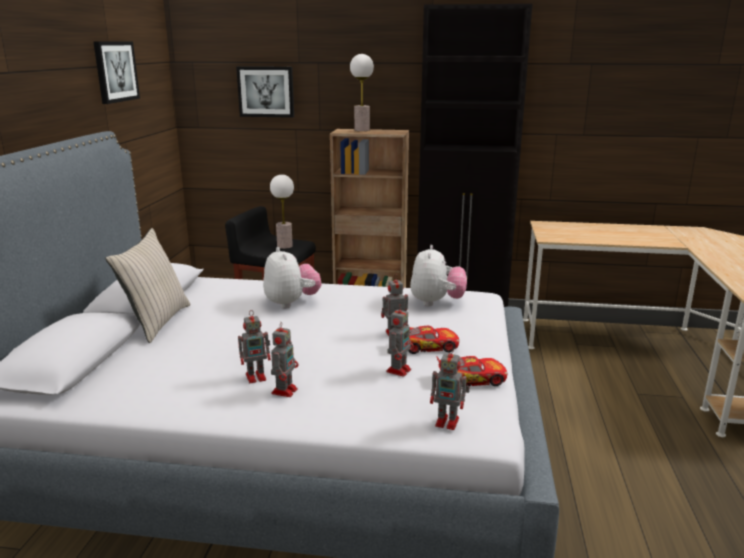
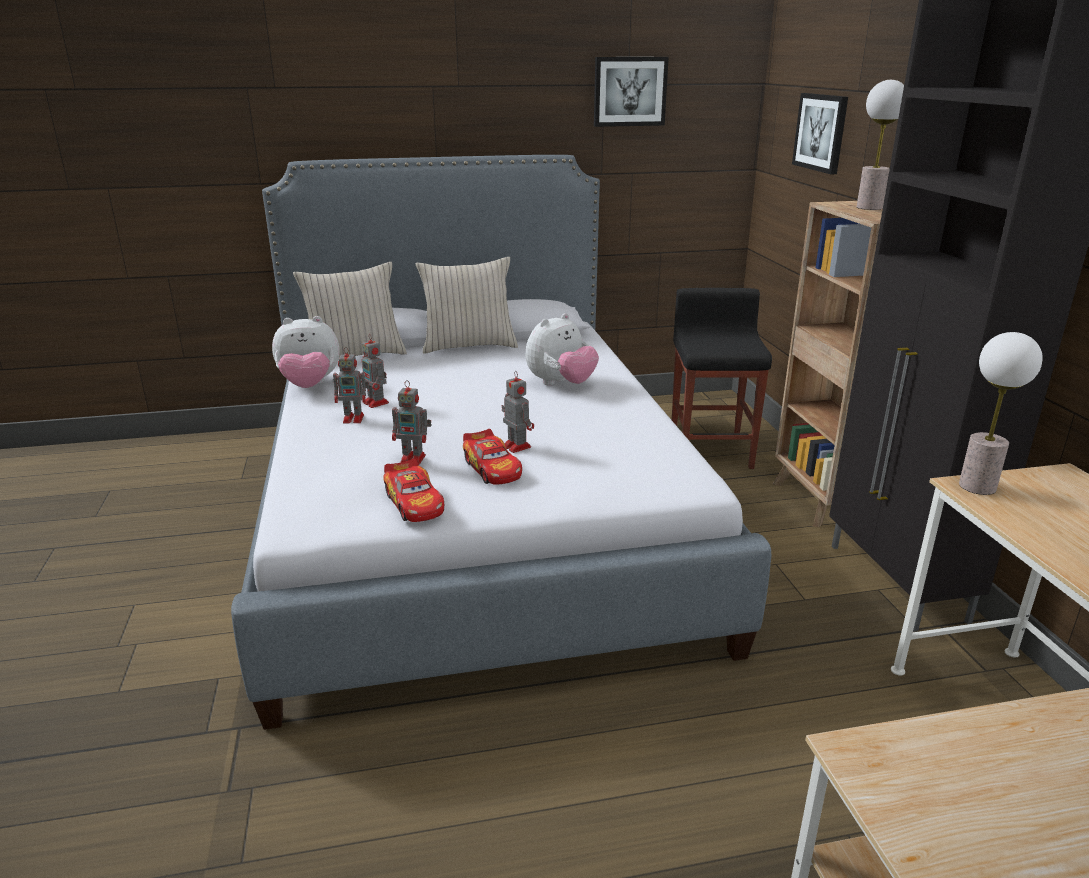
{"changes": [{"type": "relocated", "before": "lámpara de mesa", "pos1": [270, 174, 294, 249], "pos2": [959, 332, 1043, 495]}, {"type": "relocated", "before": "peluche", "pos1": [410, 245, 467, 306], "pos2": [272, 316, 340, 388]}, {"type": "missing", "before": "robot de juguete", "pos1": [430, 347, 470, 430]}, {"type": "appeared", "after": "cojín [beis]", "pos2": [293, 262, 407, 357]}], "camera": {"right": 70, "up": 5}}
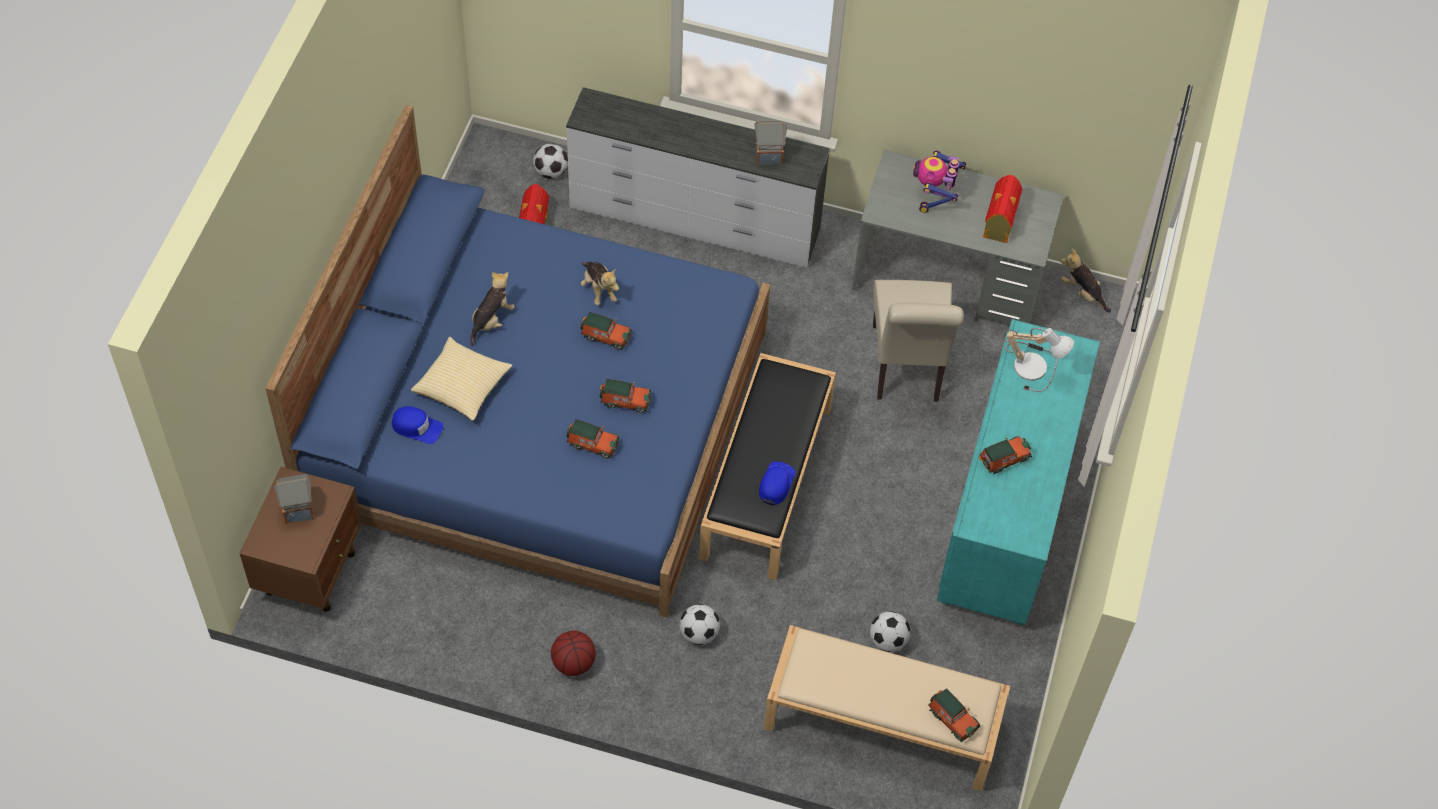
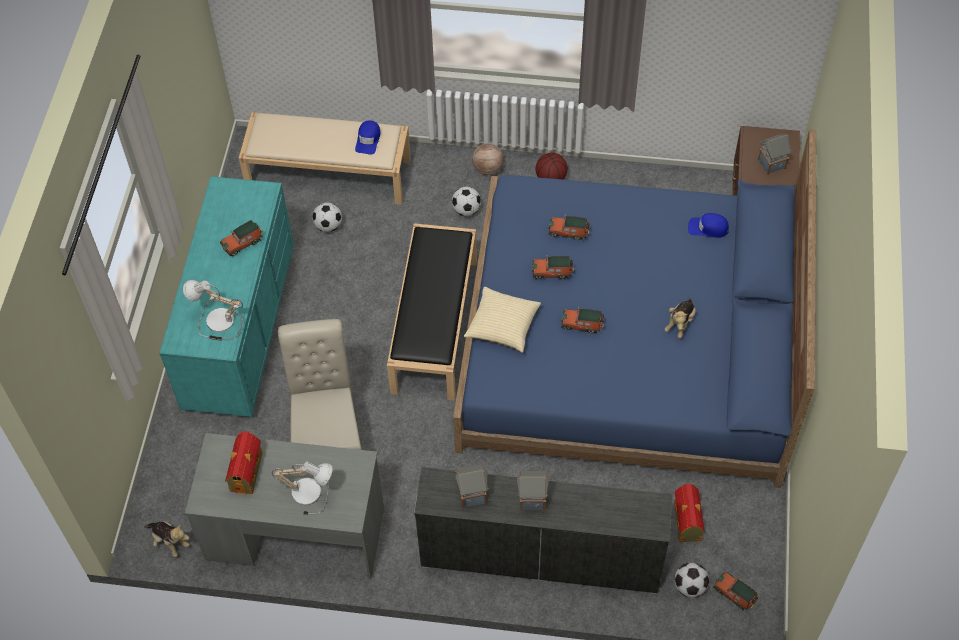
{"changes": [{"type": "relocated", "before": "cojín", "pos1": [411, 337, 512, 421], "pos2": [464, 287, 541, 353]}, {"type": "missing", "before": "peluche", "pos1": [581, 262, 619, 305]}, {"type": "relocated", "before": "gorra [azul]", "pos1": [759, 462, 795, 505], "pos2": [355, 120, 380, 155]}, {"type": "exchanged", "before": "robot de juguete", "after": "lámpara de mesa", "pos1": [913, 150, 966, 213], "pos2": [271, 462, 333, 516]}, {"type": "relocated", "before": "coche de juguete", "pos1": [928, 688, 981, 742], "pos2": [713, 572, 758, 610]}, {"type": "appeared", "after": "balón de baloncesto", "pos2": [472, 143, 504, 175]}, {"type": "appeared", "after": "casita", "pos2": [517, 471, 549, 510]}], "camera": {"right": 175, "up": 0}}
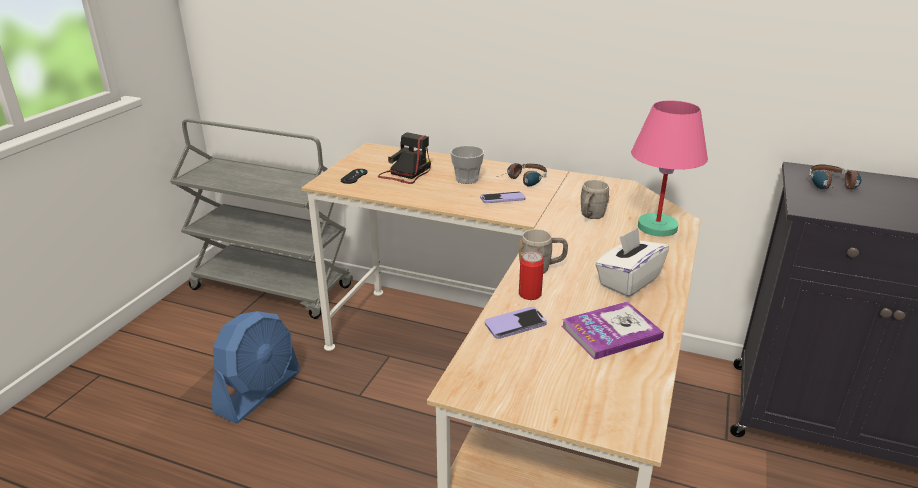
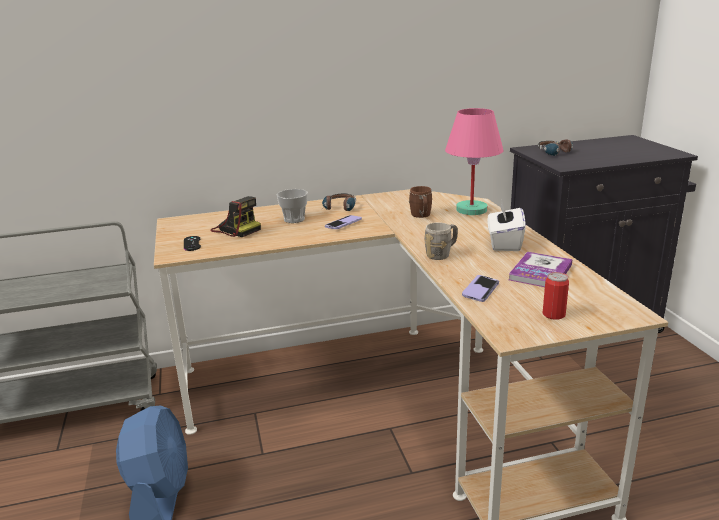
{"changes": [{"type": "spun", "before": "cámara", "pos1": [378, 132, 431, 184], "pos2": [211, 196, 261, 237], "turn": 135}, {"type": "relocated", "before": "lata", "pos1": [519, 251, 544, 300], "pos2": [543, 272, 569, 320]}, {"type": "colour", "before": "taza grande [gris]", "after": "taza grande [marrón]", "pos1": [581, 180, 610, 219], "pos2": [409, 186, 432, 218]}], "camera": {"right": -35, "up": -5}}
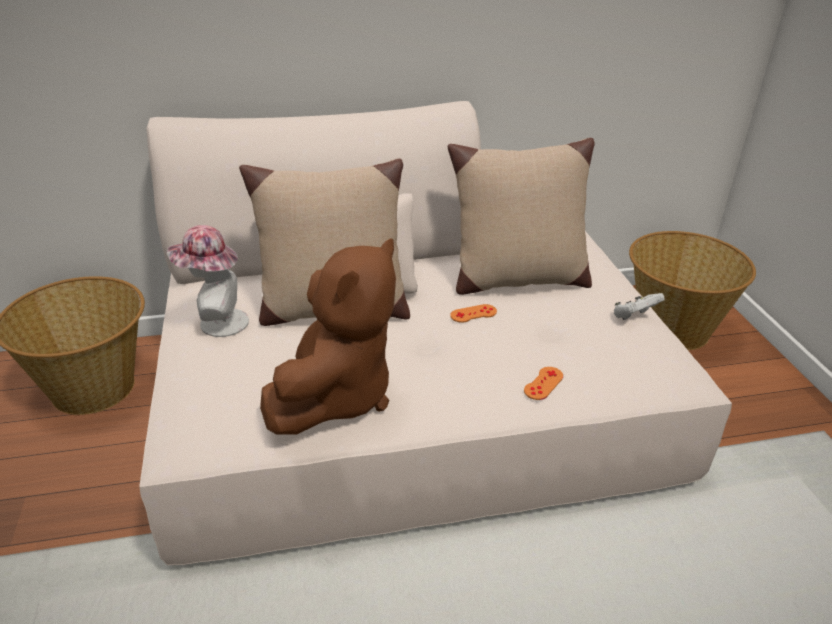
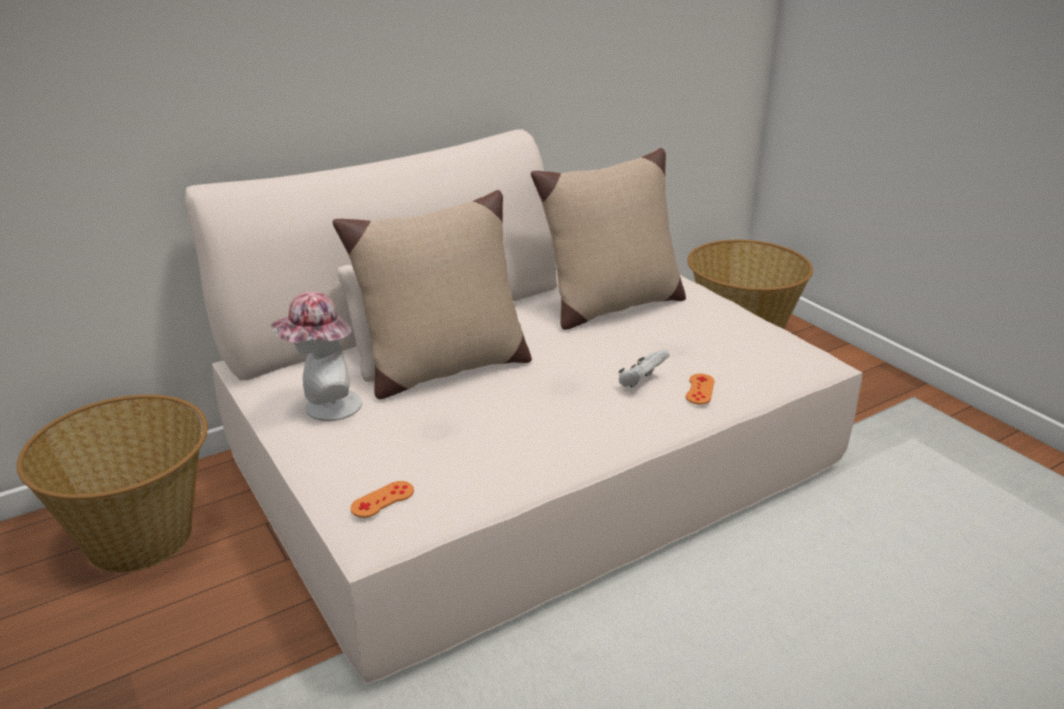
{"changes": [{"type": "missing", "before": "peluche [marrón]", "pos1": [260, 238, 396, 435]}, {"type": "relocated", "before": "mando de consola [naranja]", "pos1": [450, 304, 497, 323], "pos2": [350, 481, 414, 518]}, {"type": "relocated", "before": "mando de consola [blanco]", "pos1": [613, 293, 665, 320], "pos2": [618, 349, 670, 388]}], "camera": {"right": -20, "up": -5}}
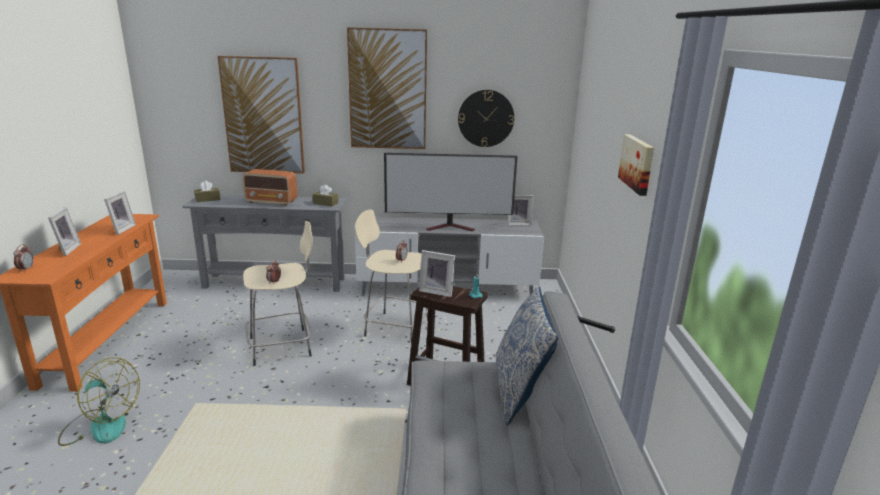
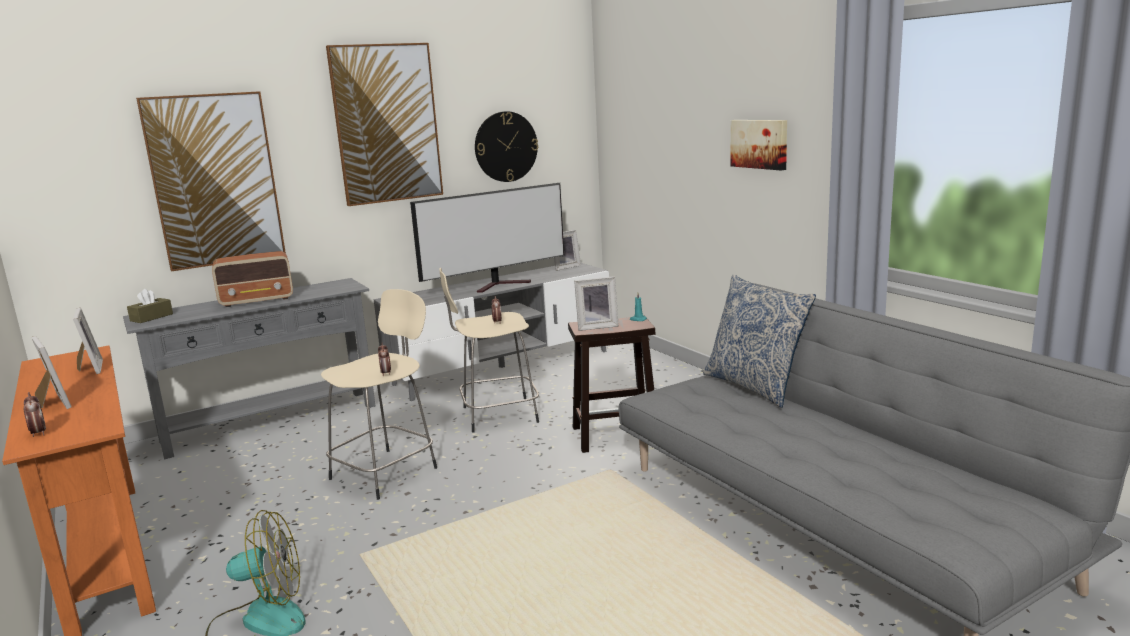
{"changes": [{"type": "missing", "before": "caja de pañuelos [marrón]", "pos1": [312, 185, 338, 206]}], "camera": {"right": -30, "up": -5}}
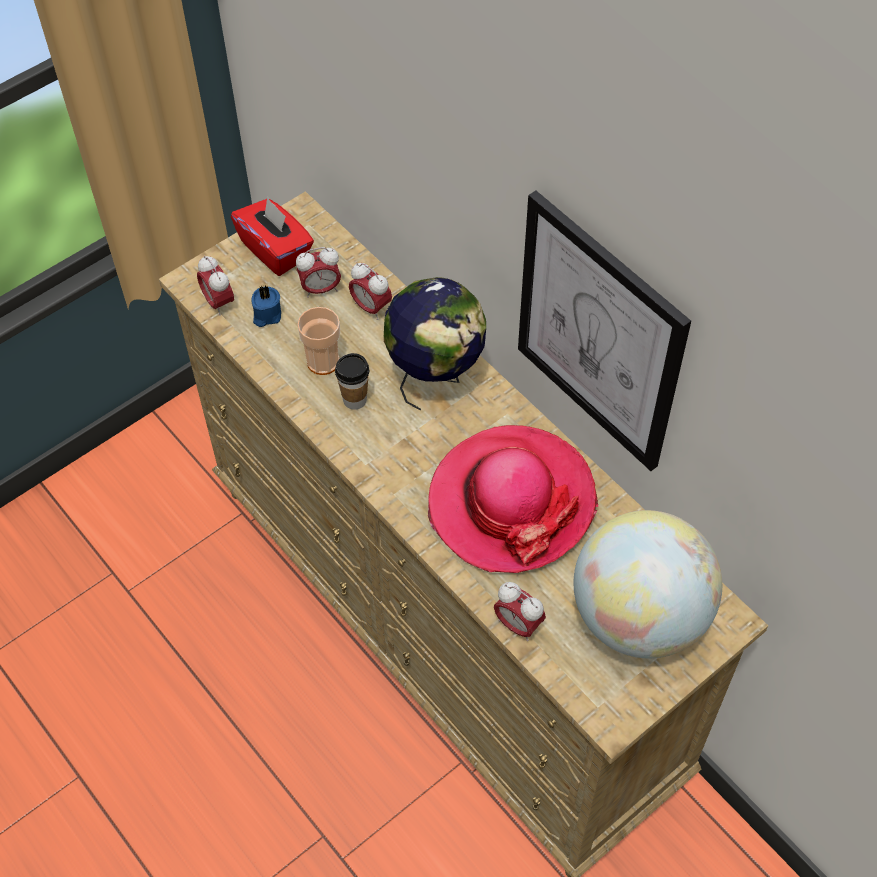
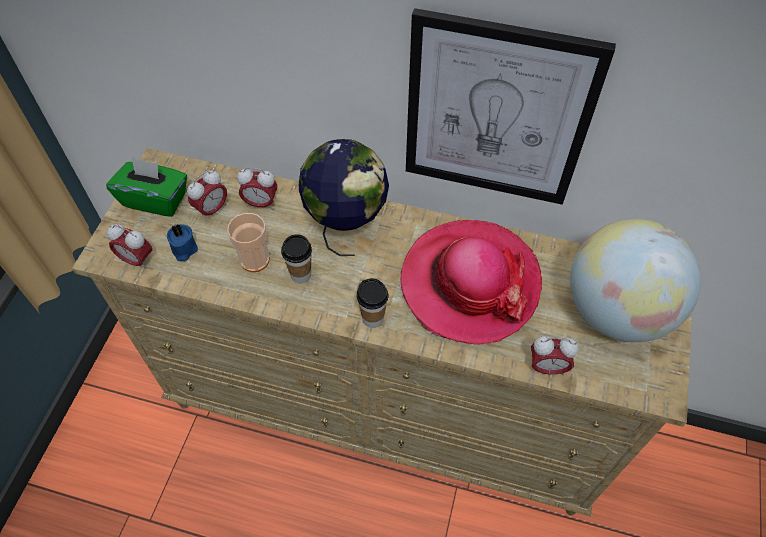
{"changes": [{"type": "colour", "before": "caja de pañuelos [rojo]", "after": "caja de pañuelos [verde]", "pos1": [231, 197, 314, 276], "pos2": [106, 156, 187, 217]}, {"type": "appeared", "after": "taza", "pos2": [357, 278, 388, 328]}], "camera": {"right": -35, "up": 0}}
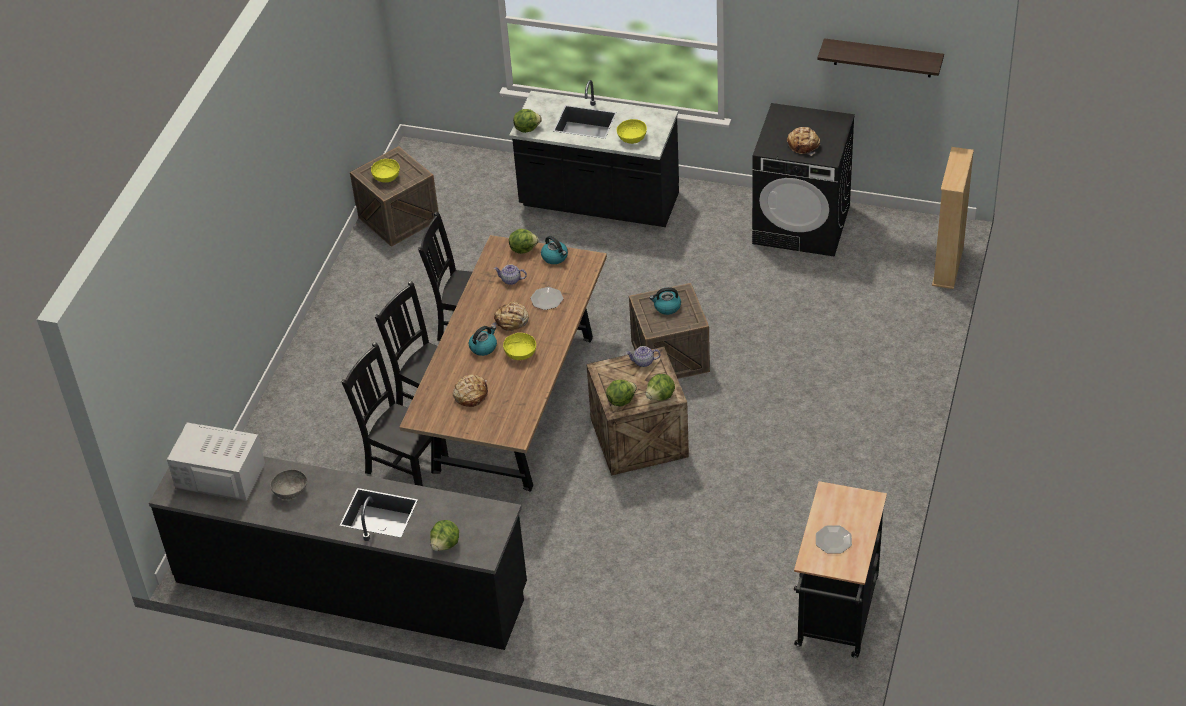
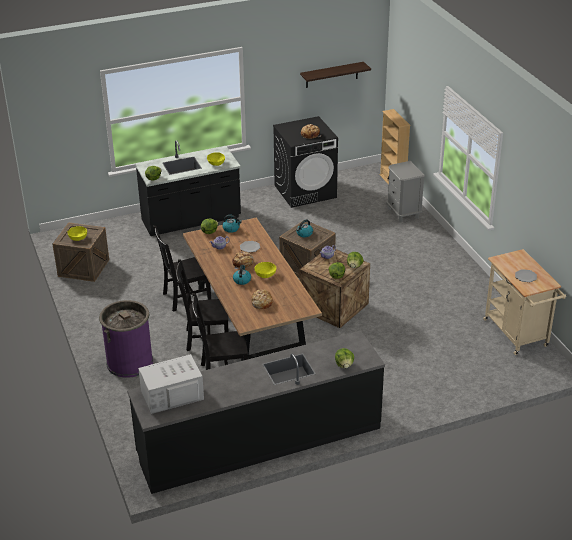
{"changes": [{"type": "missing", "before": "cuenco [gris]", "pos1": [270, 469, 307, 500]}, {"type": "colour", "before": "carrito [negro]", "after": "carrito [beis]", "pos1": [794, 481, 887, 658], "pos2": [483, 249, 566, 355]}, {"type": "appeared", "after": "papelera [morado]", "pos2": [99, 300, 153, 378]}, {"type": "appeared", "after": "mesita de noche [gris]", "pos2": [386, 161, 425, 222]}], "camera": {"right": -40, "up": -10}}
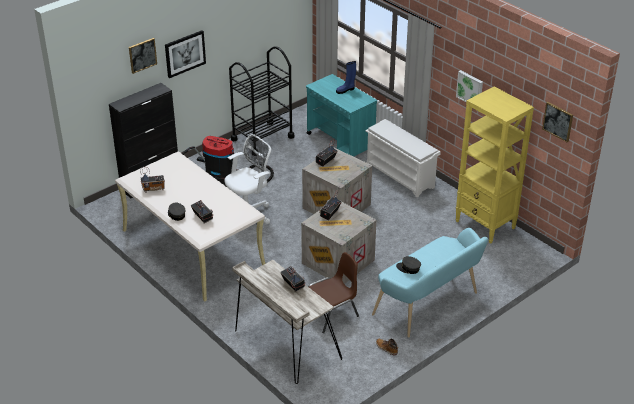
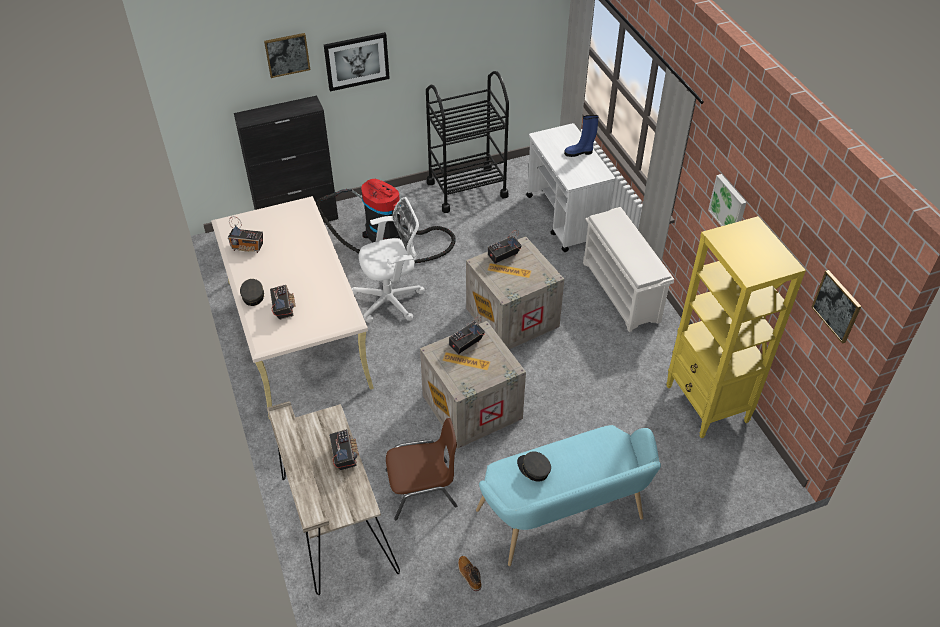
{"changes": [{"type": "colour", "before": "carrito [turquesa]", "after": "carrito [blanco]", "pos1": [306, 74, 377, 157], "pos2": [526, 123, 615, 252]}], "camera": {"right": 20, "up": 10}}
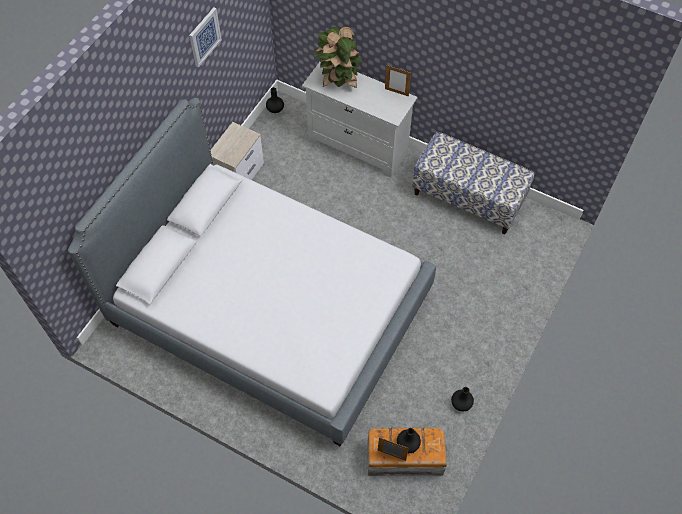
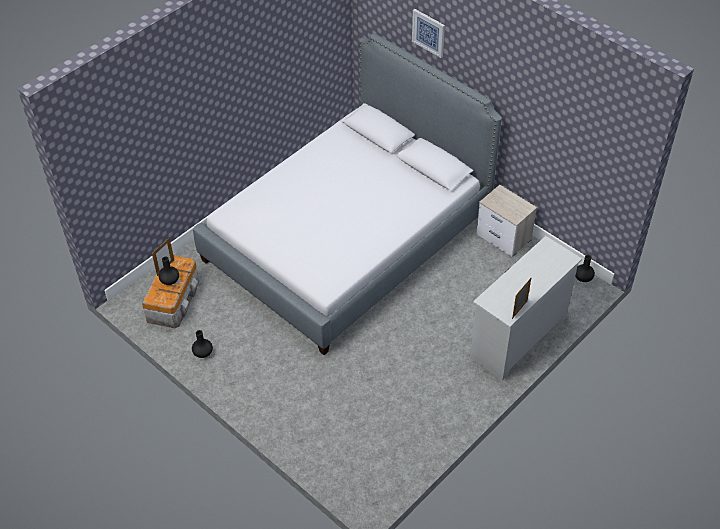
{"changes": [{"type": "relocated", "before": "cuadro", "pos1": [189, 7, 222, 67], "pos2": [412, 9, 445, 58]}, {"type": "missing", "before": "planta en maceta", "pos1": [314, 27, 362, 88]}, {"type": "missing", "before": "banco", "pos1": [412, 132, 534, 234]}], "camera": {"right": 105, "up": -10}}
